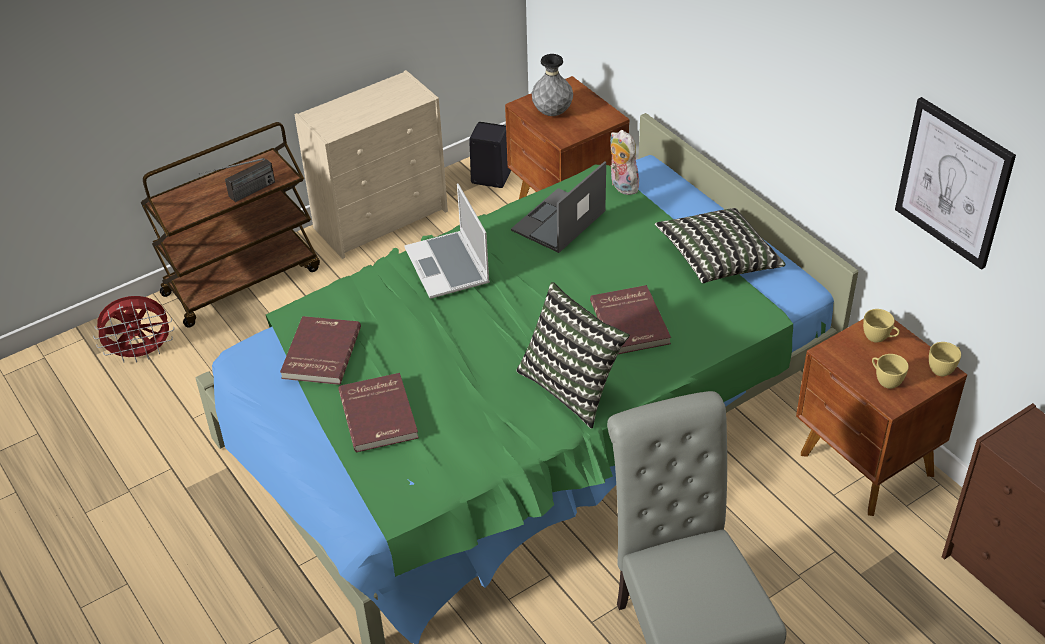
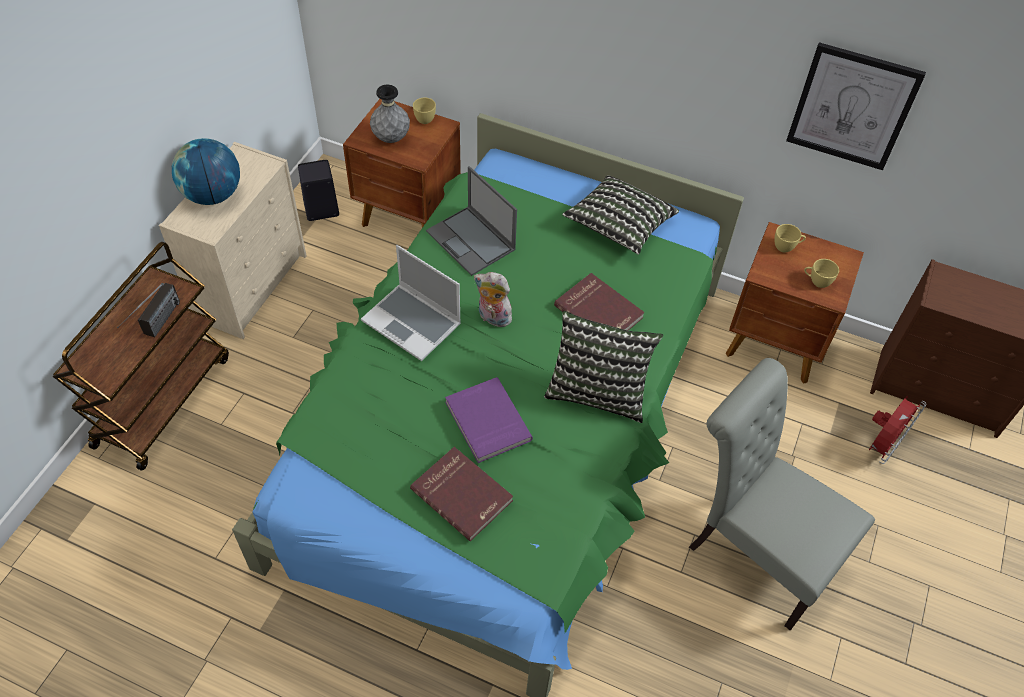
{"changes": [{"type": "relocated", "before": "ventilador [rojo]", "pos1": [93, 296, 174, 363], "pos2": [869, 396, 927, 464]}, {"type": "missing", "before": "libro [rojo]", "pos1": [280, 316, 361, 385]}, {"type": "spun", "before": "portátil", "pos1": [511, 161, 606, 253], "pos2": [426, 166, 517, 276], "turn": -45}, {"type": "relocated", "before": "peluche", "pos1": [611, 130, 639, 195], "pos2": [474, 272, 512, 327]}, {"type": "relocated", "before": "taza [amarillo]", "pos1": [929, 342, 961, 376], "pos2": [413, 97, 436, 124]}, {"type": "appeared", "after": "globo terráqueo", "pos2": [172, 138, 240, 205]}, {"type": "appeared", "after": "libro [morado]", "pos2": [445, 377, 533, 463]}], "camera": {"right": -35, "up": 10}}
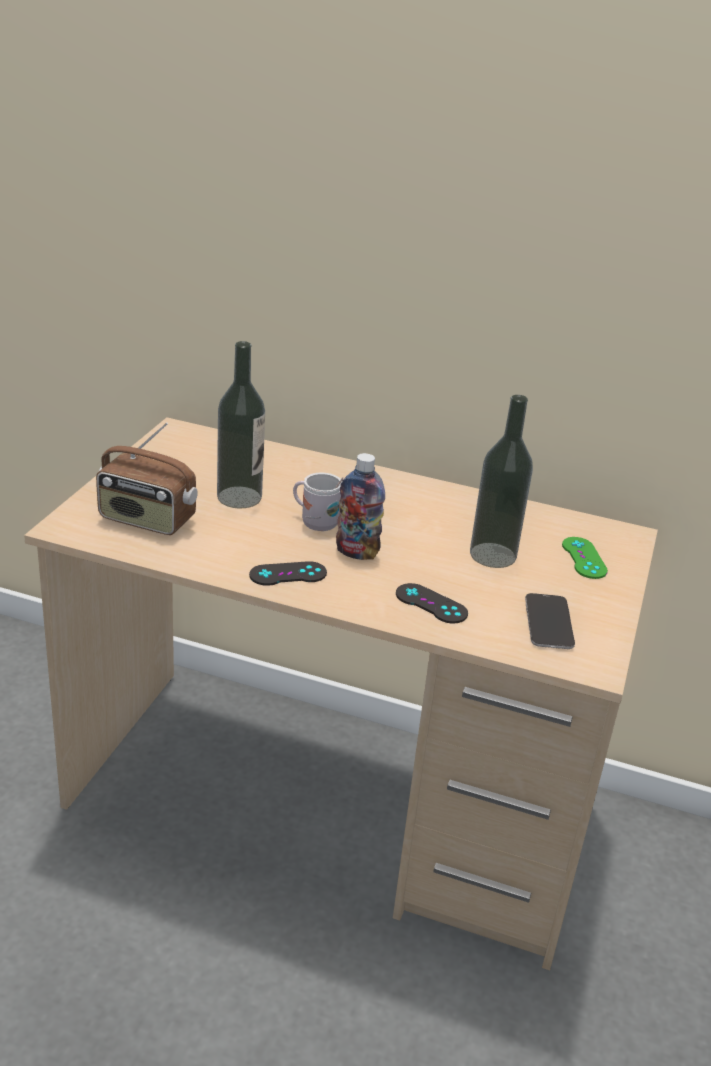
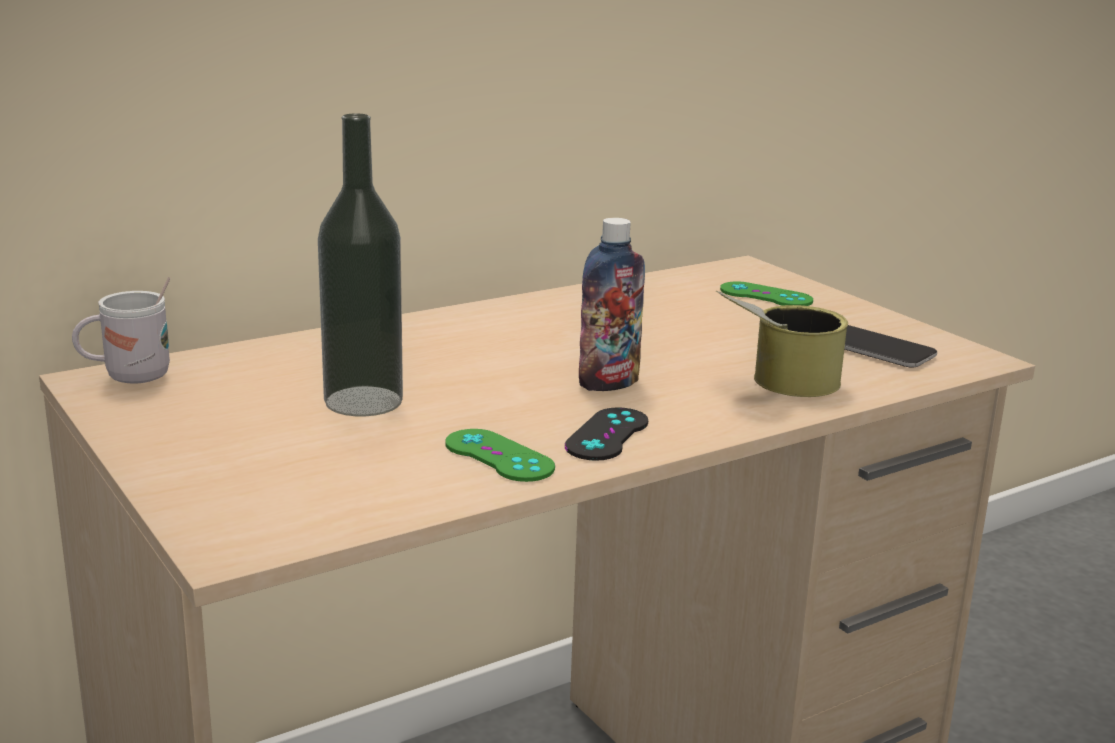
{"changes": [{"type": "missing", "before": "radio", "pos1": [96, 422, 198, 535]}, {"type": "relocated", "before": "taza grande [blanco]", "pos1": [293, 473, 344, 531], "pos2": [72, 277, 171, 384]}, {"type": "exchanged", "before": "mando de consola [negro]", "after": "lata", "pos1": [396, 583, 468, 624], "pos2": [716, 290, 848, 397]}, {"type": "missing", "before": "botella", "pos1": [470, 395, 533, 568]}, {"type": "appeared", "after": "mando de consola [verde]", "pos2": [445, 429, 555, 482]}], "camera": {"right": -50, "up": -10}}
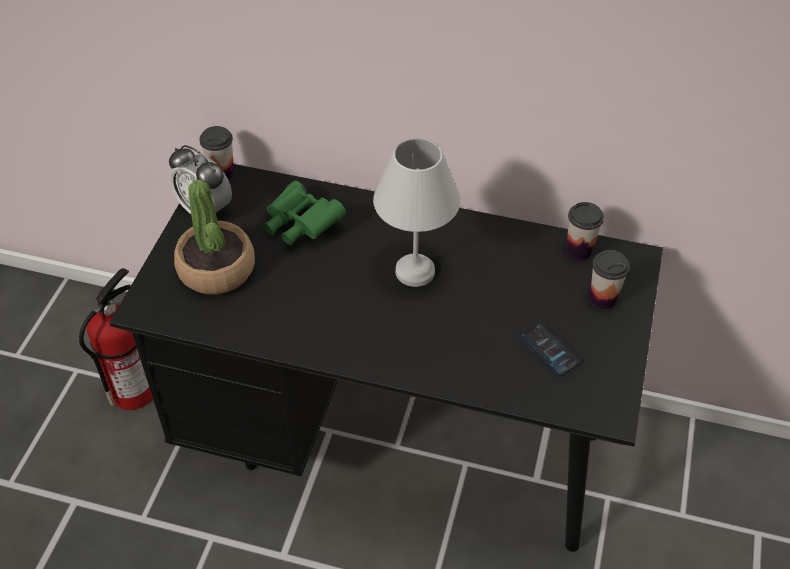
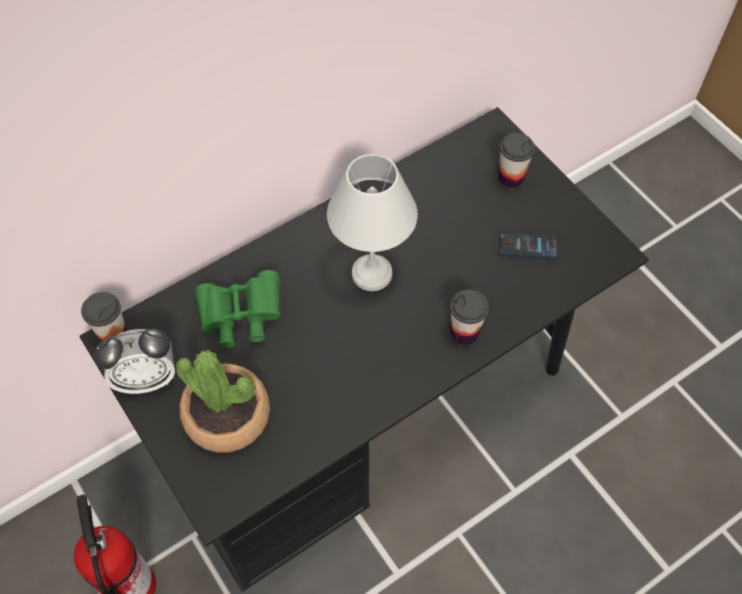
{"changes": [{"type": "relocated", "before": "taza", "pos1": [566, 202, 604, 260], "pos2": [450, 290, 489, 345]}], "camera": {"right": -50, "up": 10}}
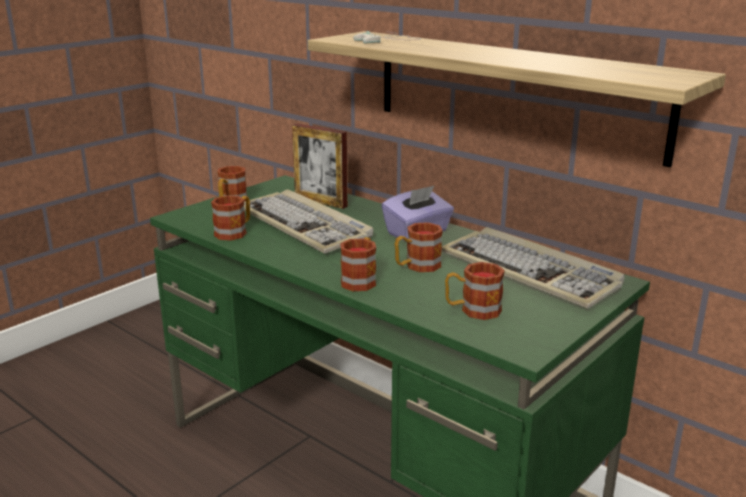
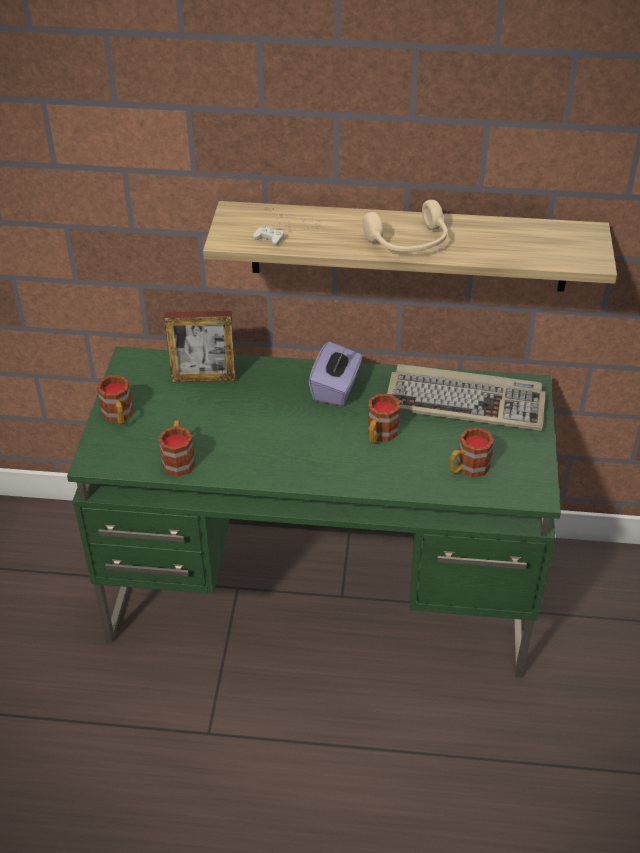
{"changes": [{"type": "missing", "before": "teclado", "pos1": [244, 189, 374, 253]}, {"type": "missing", "before": "taza grande", "pos1": [340, 237, 376, 291]}, {"type": "appeared", "after": "auriculares [beis]", "pos2": [362, 200, 448, 252]}], "camera": {"right": -35, "up": 20}}
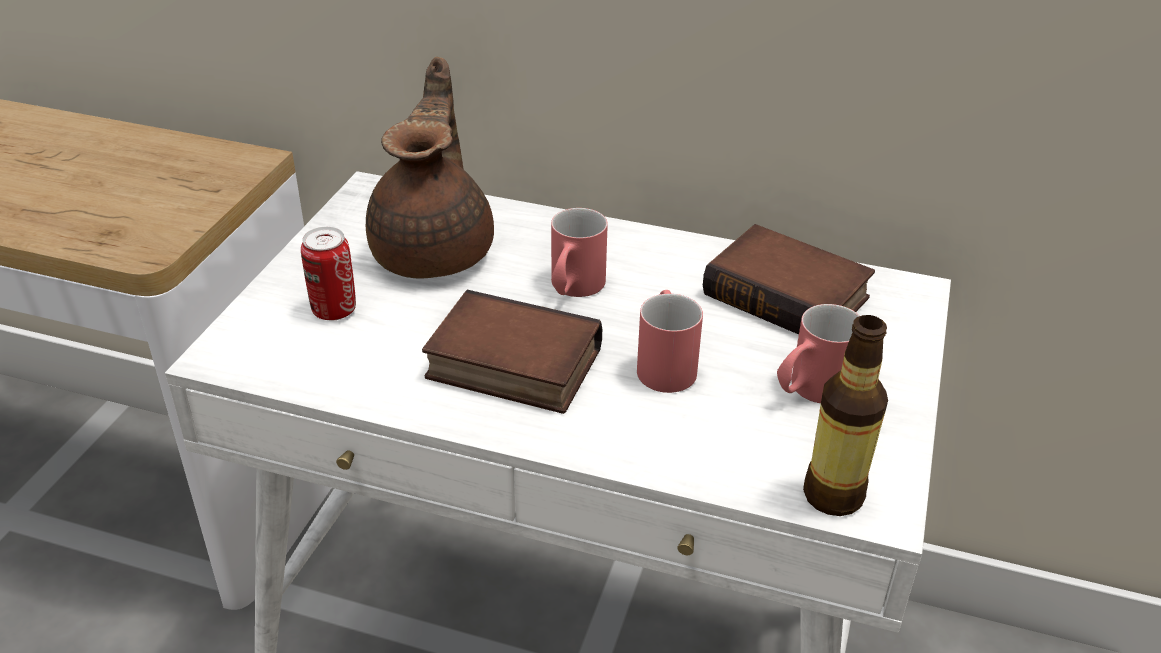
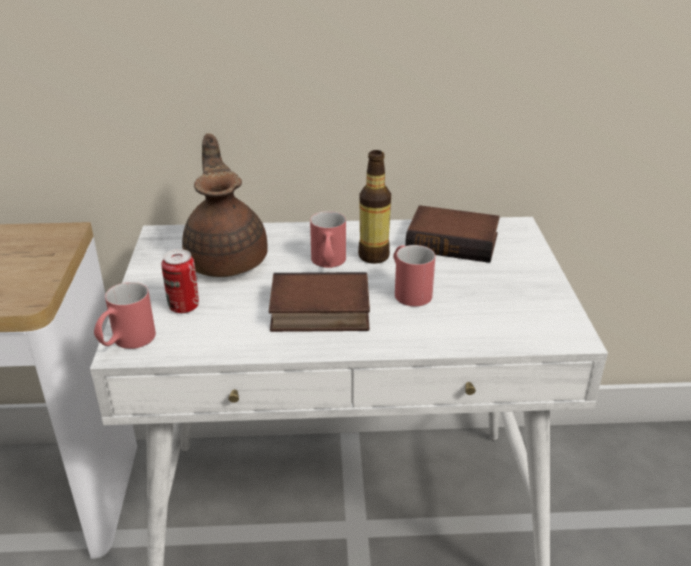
{"changes": [{"type": "relocated", "before": "taza grande [rojo]", "pos1": [777, 304, 860, 403], "pos2": [94, 282, 156, 349]}, {"type": "relocated", "before": "botella", "pos1": [803, 315, 888, 516], "pos2": [358, 150, 391, 264]}], "camera": {"right": -20, "up": -5}}
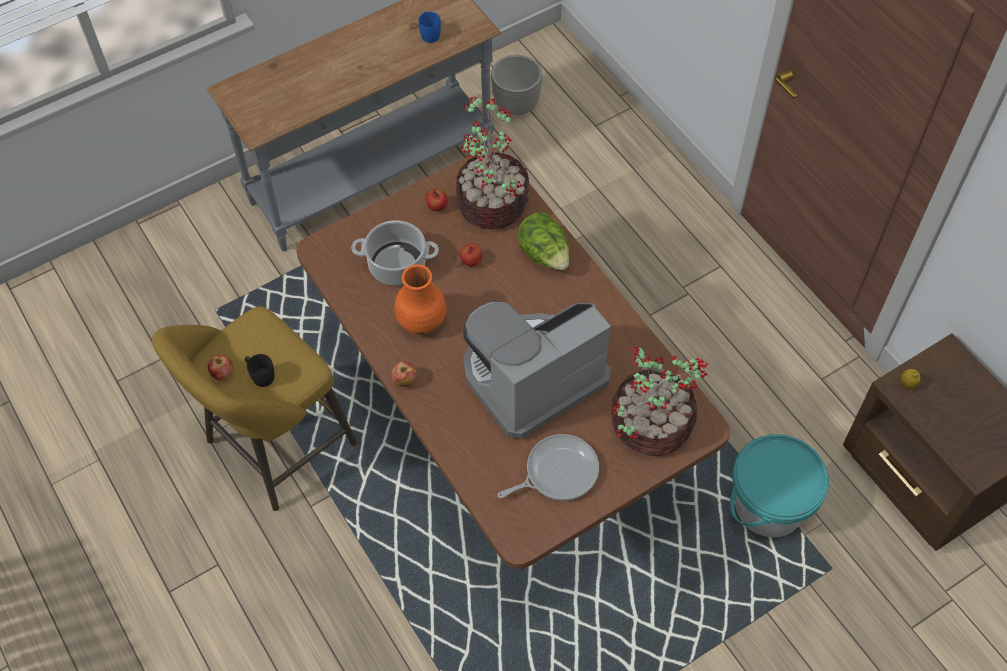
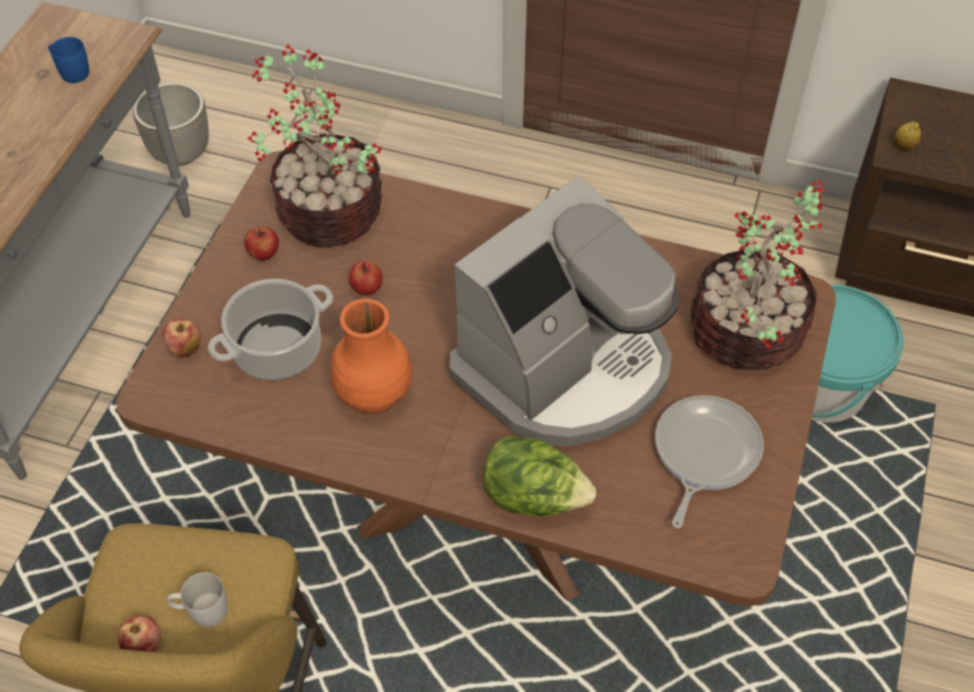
{"changes": [{"type": "colour", "before": "taza grande [negro]", "after": "taza grande [blanco]", "pos1": [245, 354, 274, 387], "pos2": [167, 572, 227, 627]}, {"type": "relocated", "before": "manzana", "pos1": [392, 361, 416, 387], "pos2": [163, 318, 201, 357]}, {"type": "spun", "before": "cafetera", "pos1": [463, 302, 611, 439], "pos2": [450, 176, 679, 446], "turn": -150}, {"type": "relocated", "before": "lechuga", "pos1": [518, 213, 569, 270], "pos2": [483, 436, 596, 517]}], "camera": {"right": -40, "up": -5}}
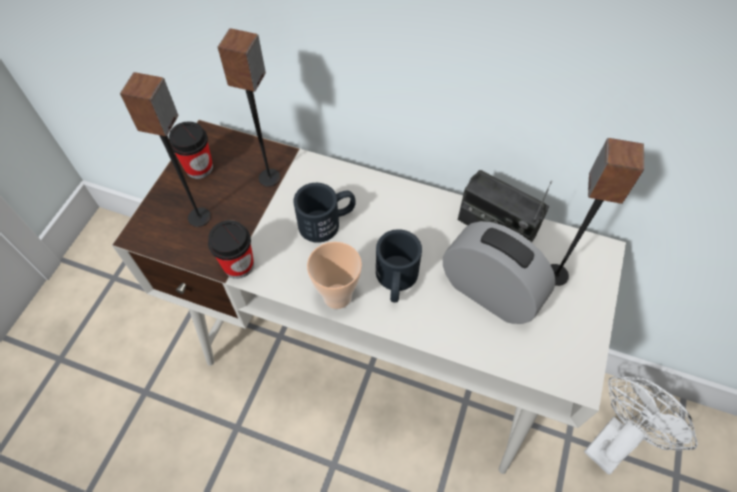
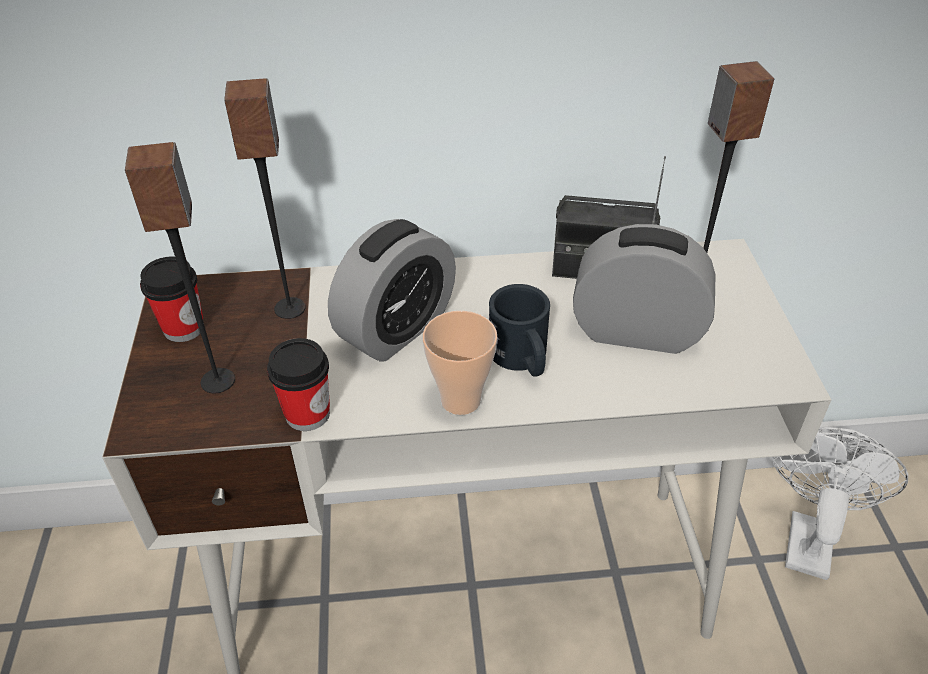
{"changes": [{"type": "exchanged", "before": "taza grande [negro]", "after": "despertador", "pos1": [293, 183, 356, 243], "pos2": [328, 219, 456, 361]}], "camera": {"right": -25, "up": -15}}
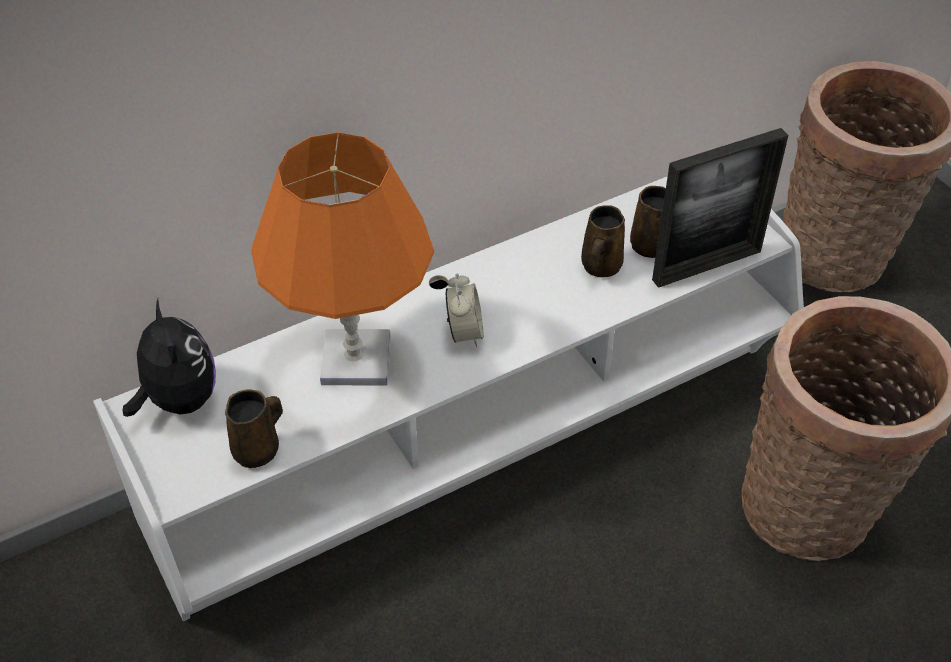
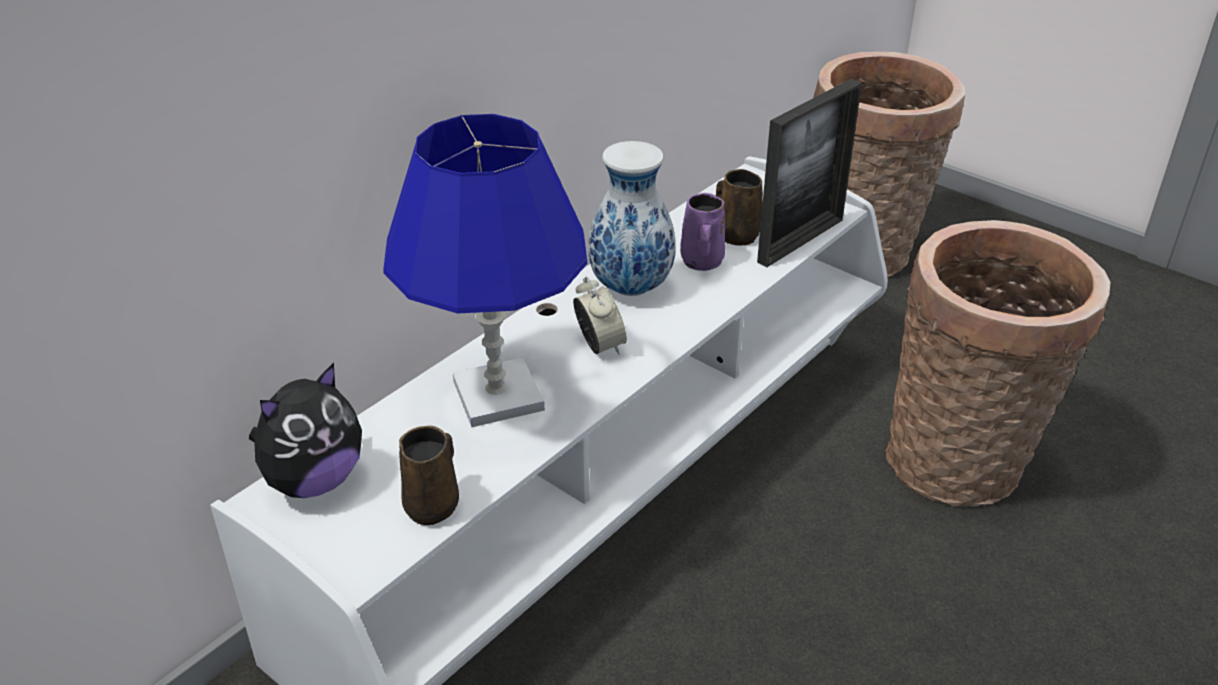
{"changes": [{"type": "spun", "before": "peluche", "pos1": [122, 299, 216, 417], "pos2": [249, 363, 362, 498], "turn": 90}, {"type": "colour", "before": "lámpara de mesa [naranja]", "after": "lámpara de mesa [azul]", "pos1": [251, 132, 434, 385], "pos2": [383, 114, 588, 427]}, {"type": "colour", "before": "taza grande [marrón]", "after": "taza grande [morado]", "pos1": [581, 205, 625, 277], "pos2": [680, 193, 725, 271]}, {"type": "appeared", "after": "florero", "pos2": [588, 141, 676, 296]}], "camera": {"right": -20, "up": -10}}
